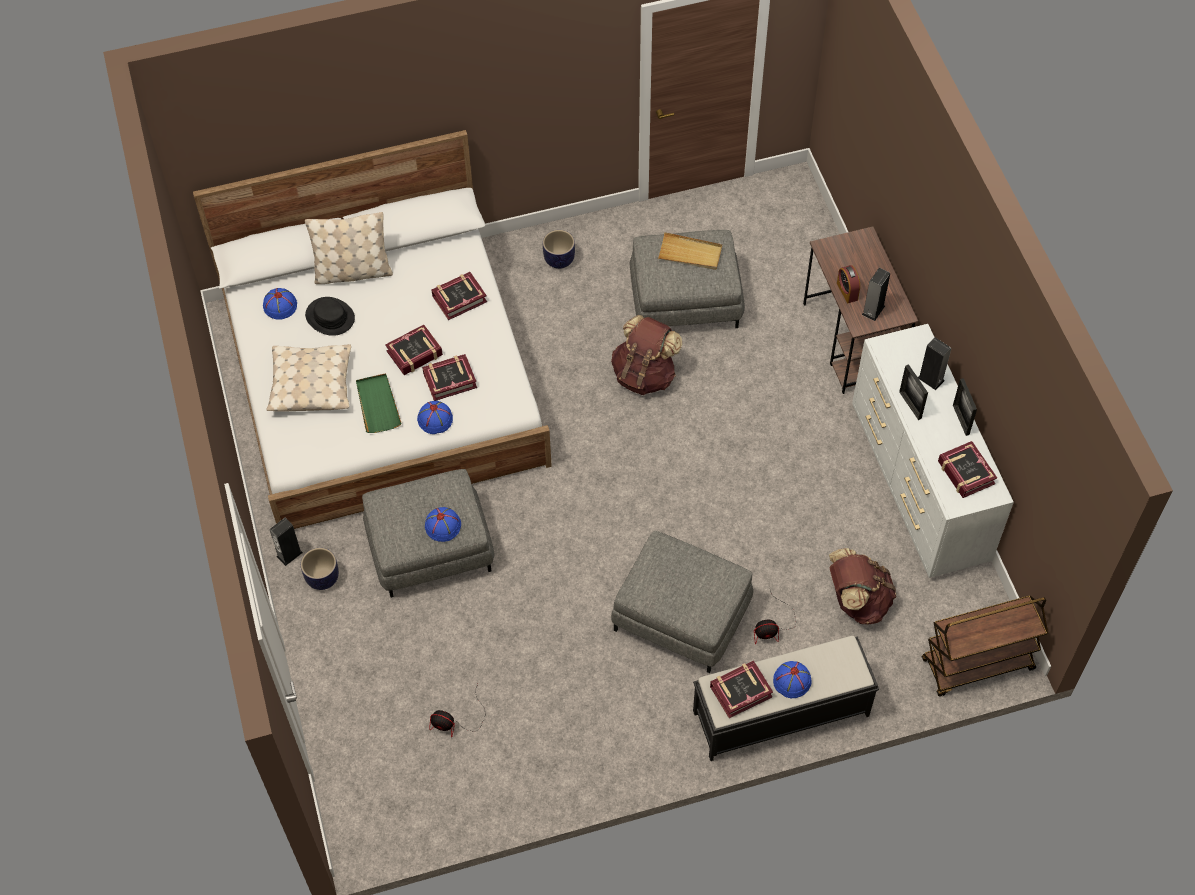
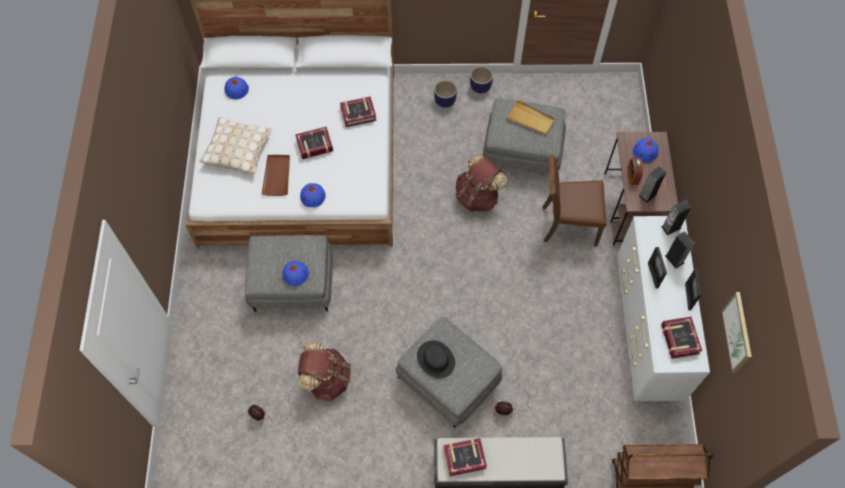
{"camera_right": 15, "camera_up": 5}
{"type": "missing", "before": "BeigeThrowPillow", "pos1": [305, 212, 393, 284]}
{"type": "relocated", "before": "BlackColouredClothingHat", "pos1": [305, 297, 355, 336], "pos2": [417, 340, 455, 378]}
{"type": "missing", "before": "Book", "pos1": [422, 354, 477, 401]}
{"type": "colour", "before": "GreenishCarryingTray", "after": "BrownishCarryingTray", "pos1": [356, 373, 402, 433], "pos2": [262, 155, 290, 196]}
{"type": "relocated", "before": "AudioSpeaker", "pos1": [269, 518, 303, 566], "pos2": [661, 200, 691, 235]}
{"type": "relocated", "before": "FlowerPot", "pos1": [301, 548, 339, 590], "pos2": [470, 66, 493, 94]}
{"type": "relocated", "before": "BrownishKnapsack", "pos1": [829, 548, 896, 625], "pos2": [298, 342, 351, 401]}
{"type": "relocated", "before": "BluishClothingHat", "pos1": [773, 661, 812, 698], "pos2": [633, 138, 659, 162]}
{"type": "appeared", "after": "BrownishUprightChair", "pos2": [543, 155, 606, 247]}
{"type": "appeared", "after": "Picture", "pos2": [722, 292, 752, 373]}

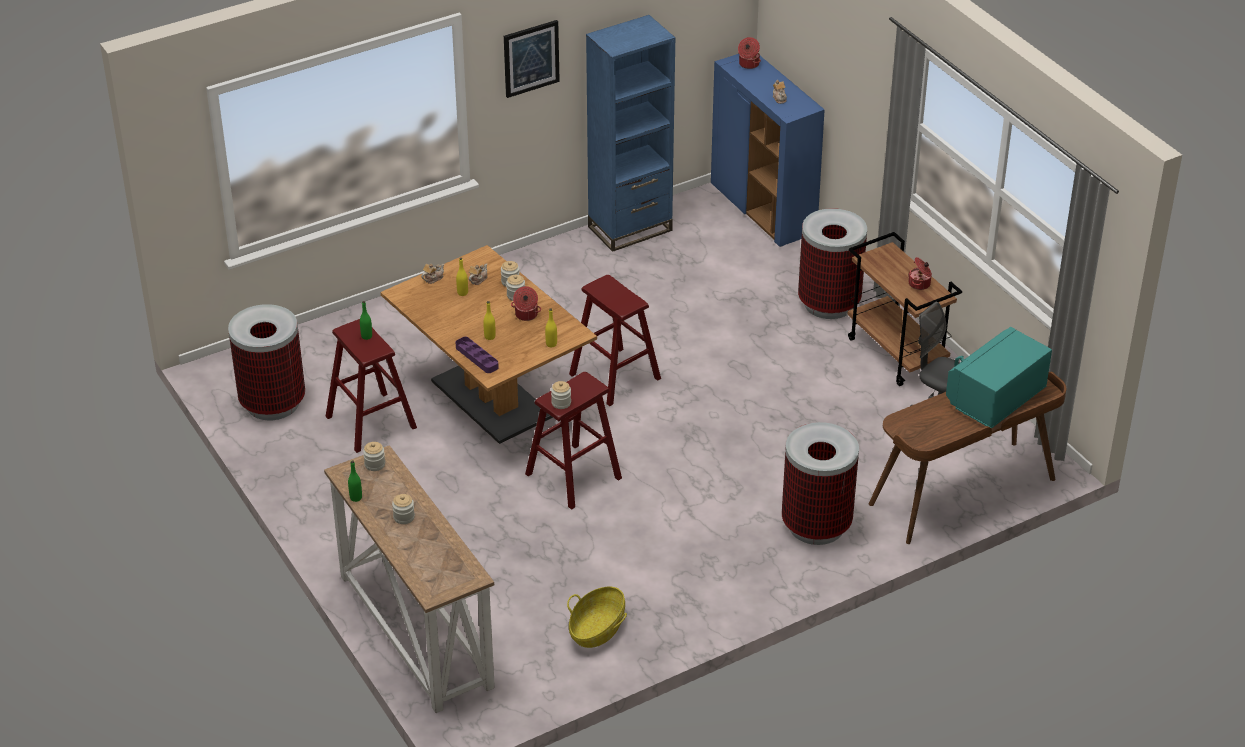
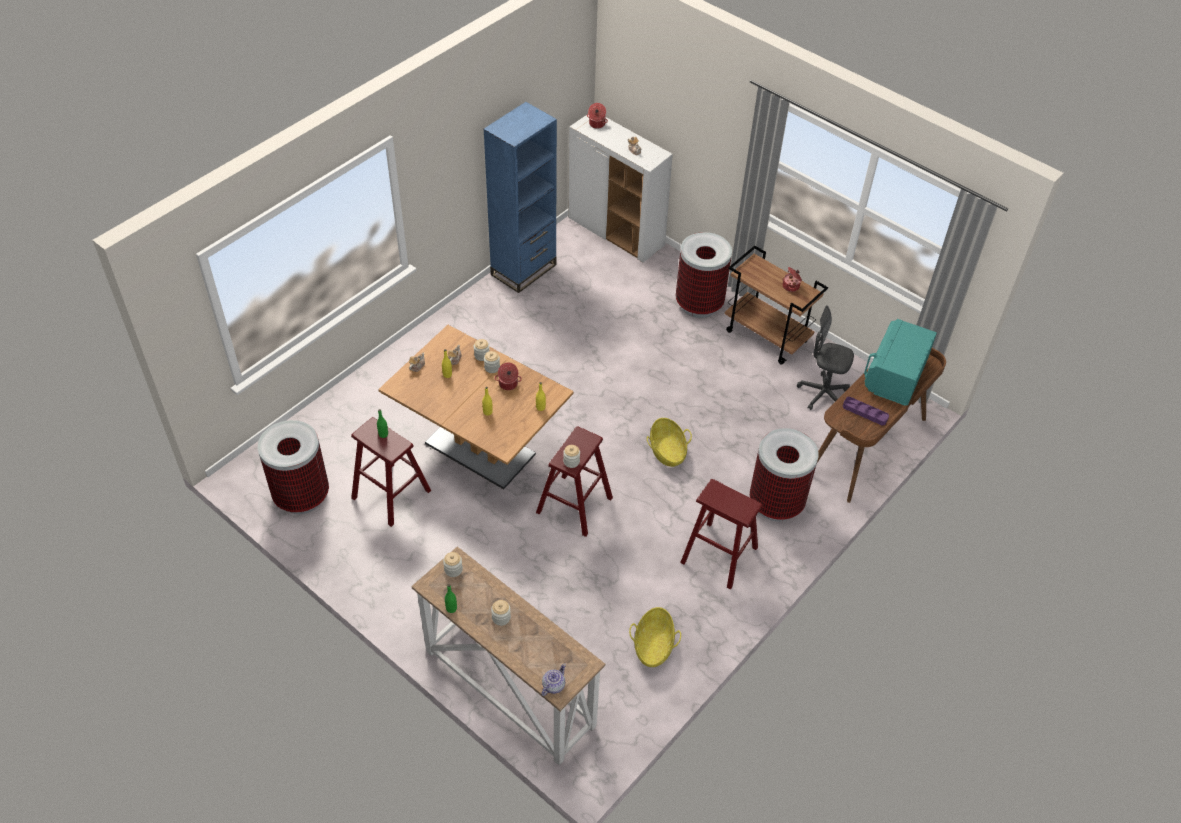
{"camera_right": -20, "camera_up": 10}
{"type": "missing", "before": "Picture", "pos1": [504, 20, 560, 98]}
{"type": "colour", "before": "BluishStorageCabinet", "after": "WhiteColouredStorageCabinet", "pos1": [711, 54, 825, 247], "pos2": [568, 115, 673, 263]}
{"type": "relocated", "before": "RedColouredStool", "pos1": [569, 275, 661, 406], "pos2": [680, 479, 763, 589]}
{"type": "relocated", "before": "PurpleCarryingTray", "pos1": [456, 337, 499, 373], "pos2": [843, 397, 889, 426]}
{"type": "appeared", "after": "Basket", "pos2": [647, 418, 692, 467]}
{"type": "appeared", "after": "TeaPot", "pos2": [541, 663, 566, 696]}

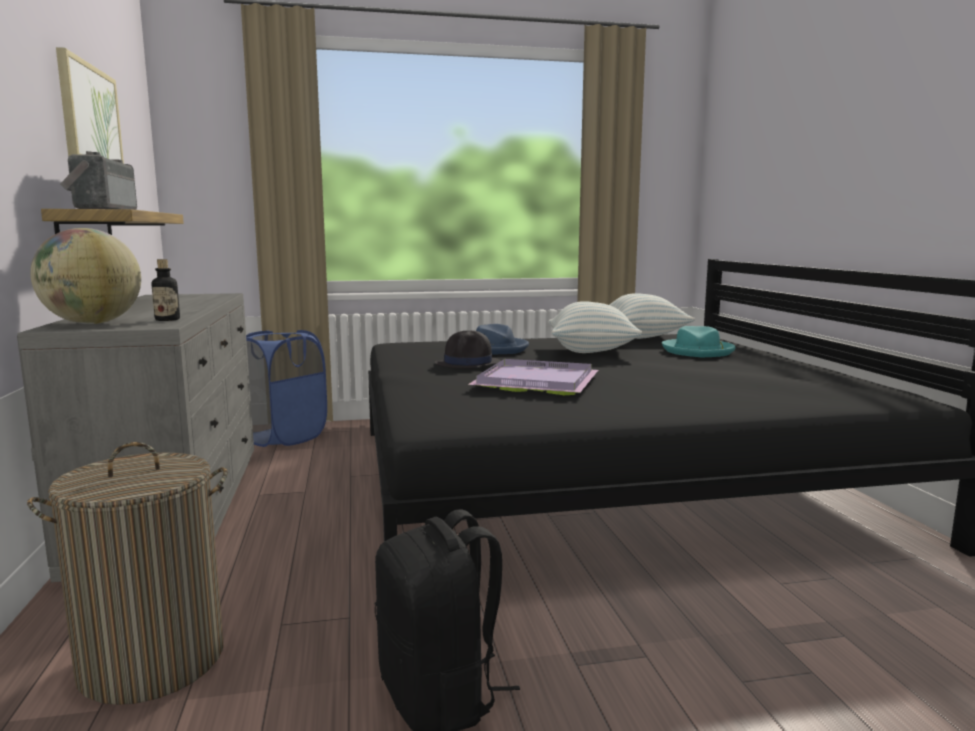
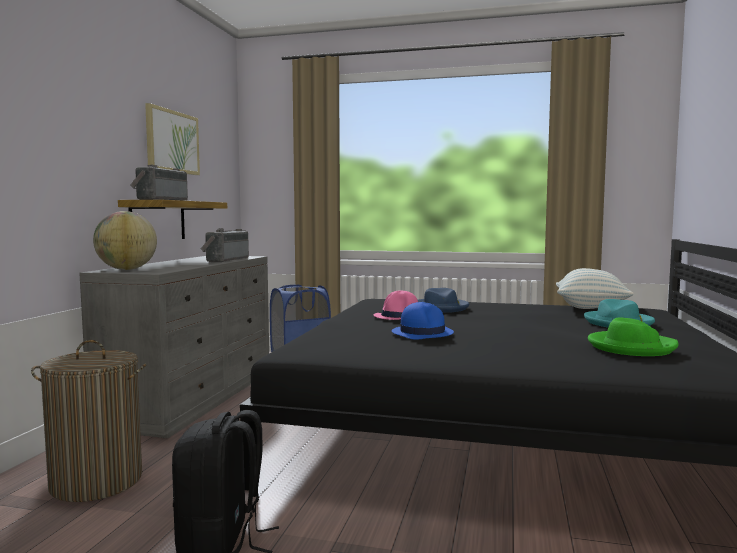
{"camera_right": 25, "camera_up": -5}
{"type": "missing", "before": "Bottle", "pos1": [152, 259, 180, 321]}
{"type": "missing", "before": "ThrowPillow", "pos1": [549, 301, 642, 353]}
{"type": "colour", "before": "BlackColouredClothingHat", "after": "PinkColouredClothingHat", "pos1": [435, 331, 501, 368], "pos2": [374, 291, 418, 320]}
{"type": "exchanged", "before": "PurpleCarryingTray", "after": "BluishClothingHat", "pos1": [468, 359, 598, 395], "pos2": [392, 302, 454, 340]}
{"type": "appeared", "after": "Radio", "pos2": [201, 228, 249, 262]}
{"type": "appeared", "after": "GreenishClothingHat", "pos2": [588, 317, 678, 356]}

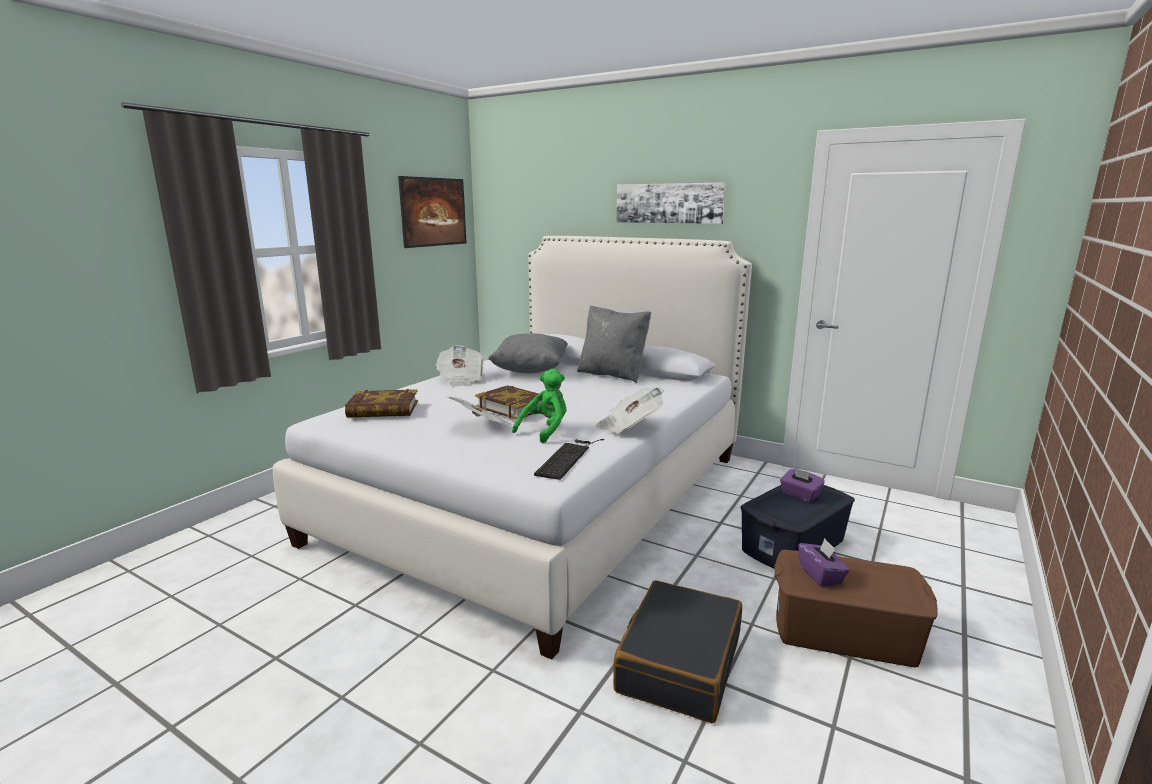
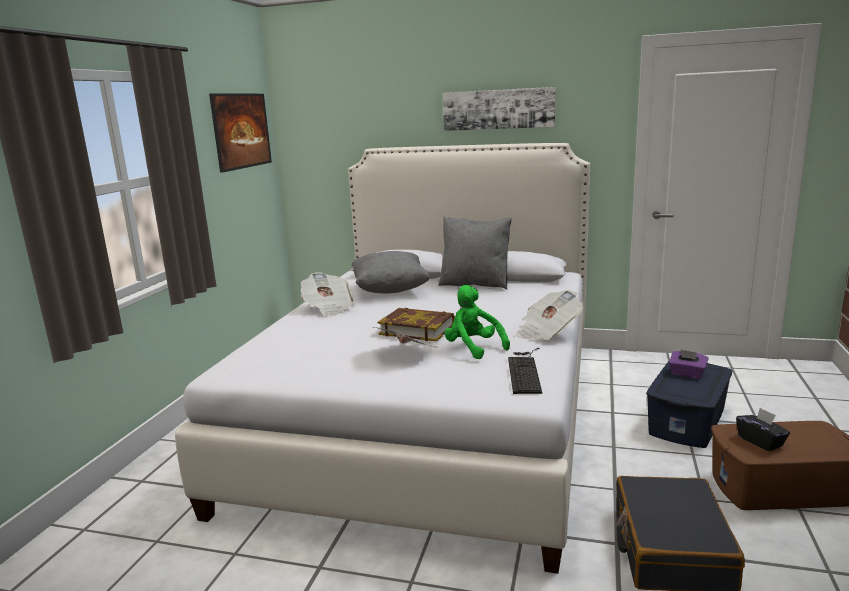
{"camera_right": -15, "camera_up": 0}
{"type": "spun", "before": "GreenishPlushToy", "pos1": [512, 369, 566, 443], "pos2": [444, 285, 510, 359], "turn": -60}
{"type": "missing", "before": "Book", "pos1": [345, 389, 418, 418]}
{"type": "colour", "before": "PurpleTissueBox", "after": "BlackColouredTissueBox", "pos1": [798, 539, 849, 587], "pos2": [736, 408, 790, 452]}

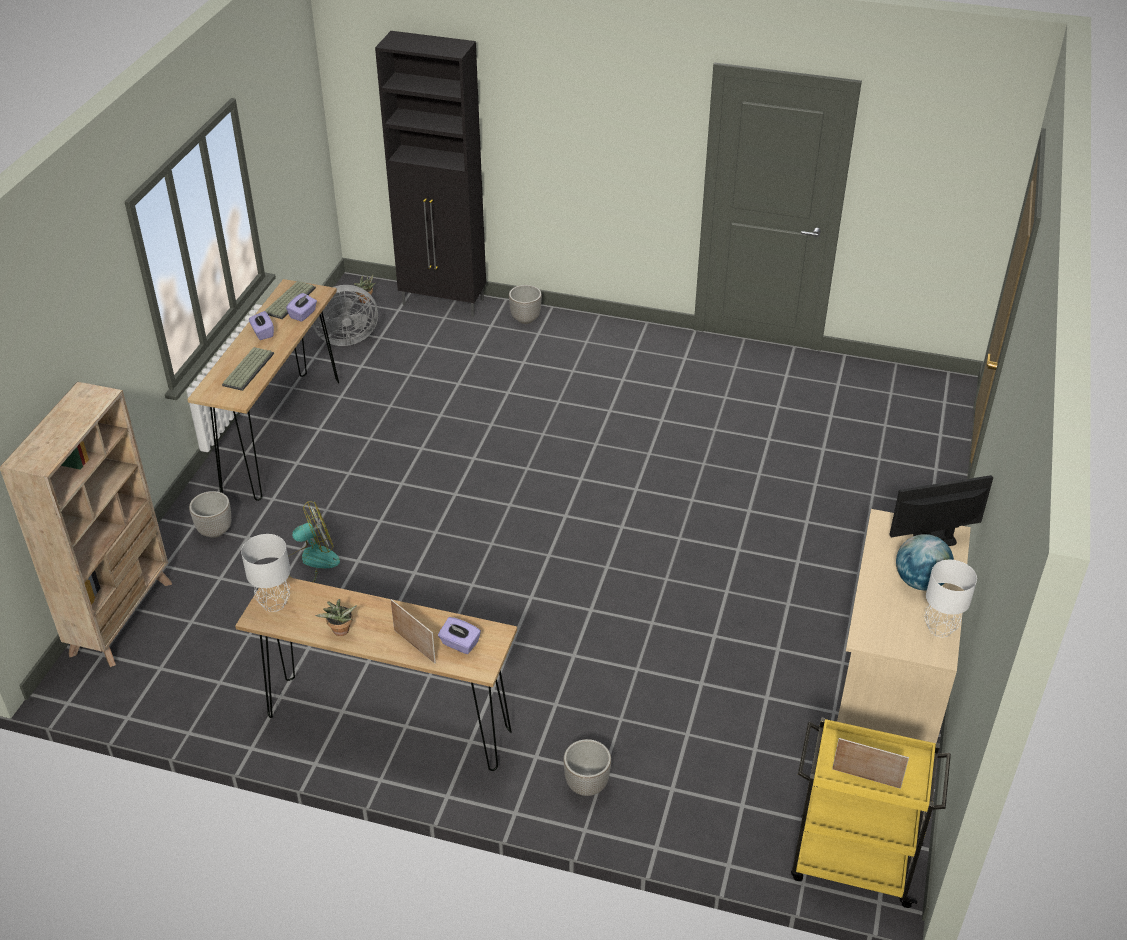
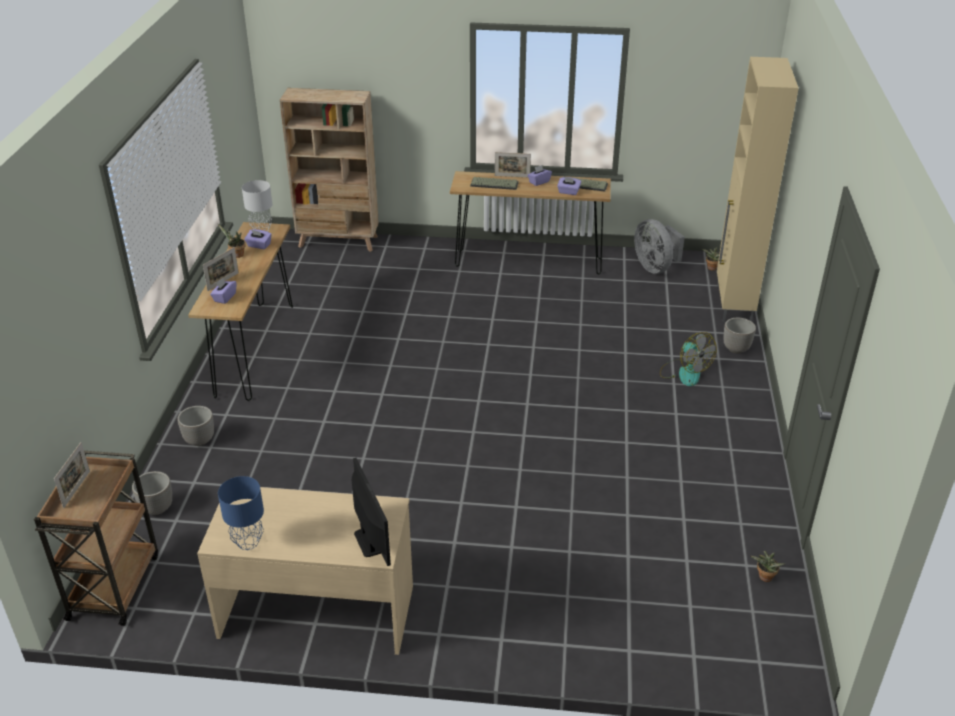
{"camera_right": 80, "camera_up": -5}
{"type": "colour", "before": "BlackColouredStorageCabinet", "after": "BeigeStorageCabinet", "pos1": [375, 31, 486, 317], "pos2": [717, 57, 799, 322]}
{"type": "relocated", "before": "FlowerPot", "pos1": [189, 491, 231, 538], "pos2": [132, 471, 172, 515]}
{"type": "relocated", "before": "CoolingFan", "pos1": [289, 501, 340, 582], "pos2": [660, 332, 717, 386]}
{"type": "missing", "before": "DeskGlobe", "pos1": [896, 534, 954, 591]}
{"type": "colour", "before": "WhiteColouredTabletopLamp", "after": "BluishTabletopLamp", "pos1": [924, 560, 977, 638], "pos2": [218, 476, 264, 550]}
{"type": "colour", "before": "YellowishWheeledCart", "after": "BrownishWheeledCart", "pos1": [791, 717, 951, 908], "pos2": [34, 451, 158, 626]}
{"type": "appeared", "after": "StandingFrame", "pos2": [495, 152, 531, 177]}
{"type": "appeared", "after": "PurpleTissueBox", "pos2": [244, 229, 272, 249]}
{"type": "appeared", "after": "PottedPlant", "pos2": [750, 551, 785, 582]}

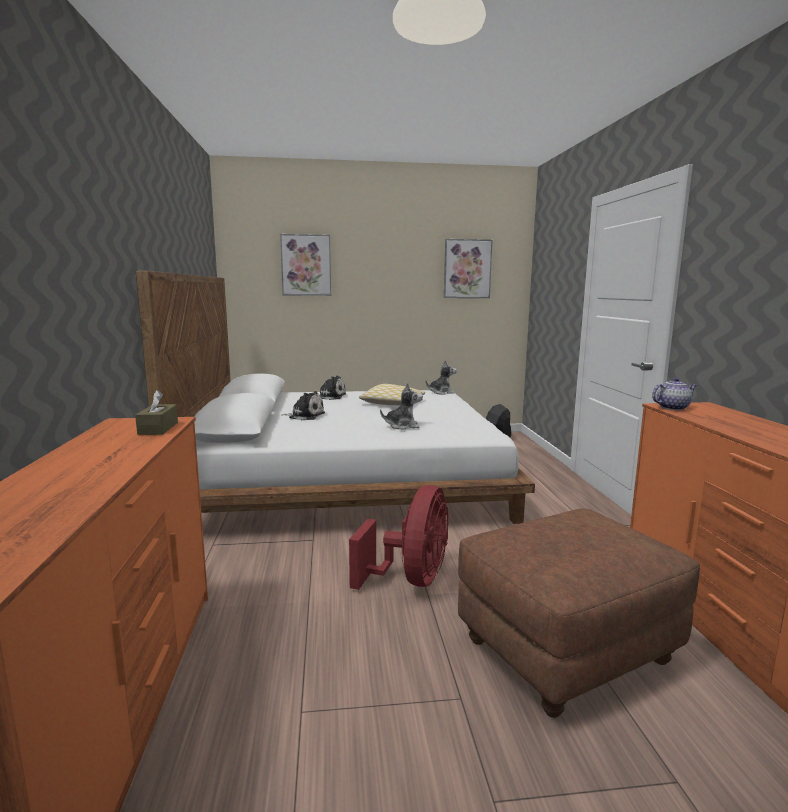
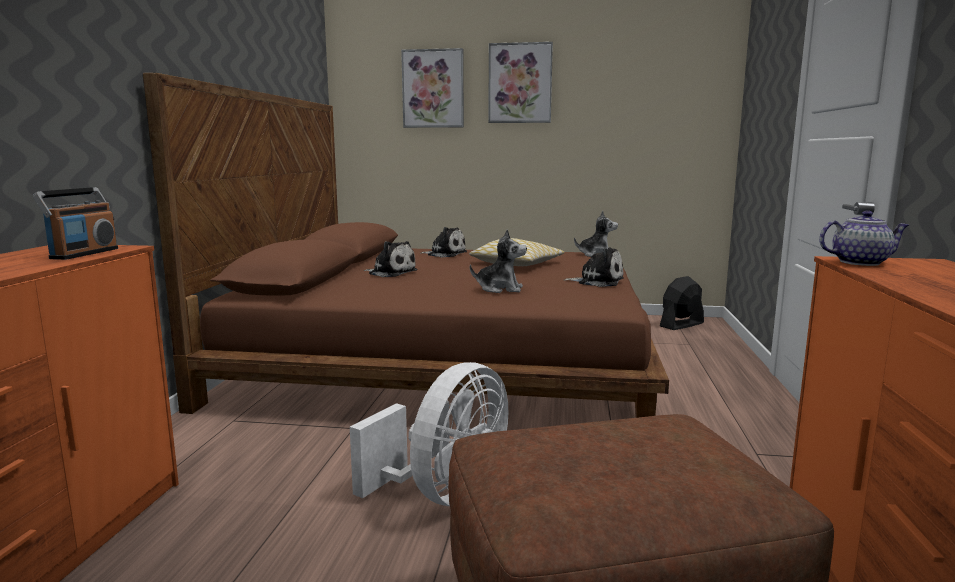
{"camera_right": 15, "camera_up": 0}
{"type": "relocated", "before": "Picture", "pos1": [444, 239, 493, 298], "pos2": [488, 42, 553, 123]}
{"type": "colour", "before": "WhiteColouredSleepingBed", "after": "BrownishSleepingBed", "pos1": [136, 271, 535, 524], "pos2": [143, 73, 669, 418]}
{"type": "exchanged", "before": "BrownishTissueBox", "after": "Radio", "pos1": [135, 390, 178, 435], "pos2": [33, 187, 118, 260]}
{"type": "colour", "before": "RedColouredCoolingFan", "after": "WhiteColouredCoolingFan", "pos1": [349, 485, 449, 590], "pos2": [350, 362, 508, 506]}
{"type": "appeared", "after": "PlushToy", "pos2": [564, 247, 624, 287]}

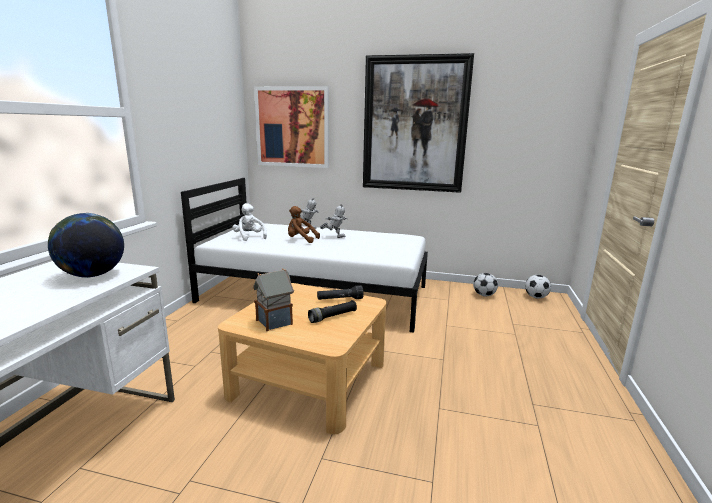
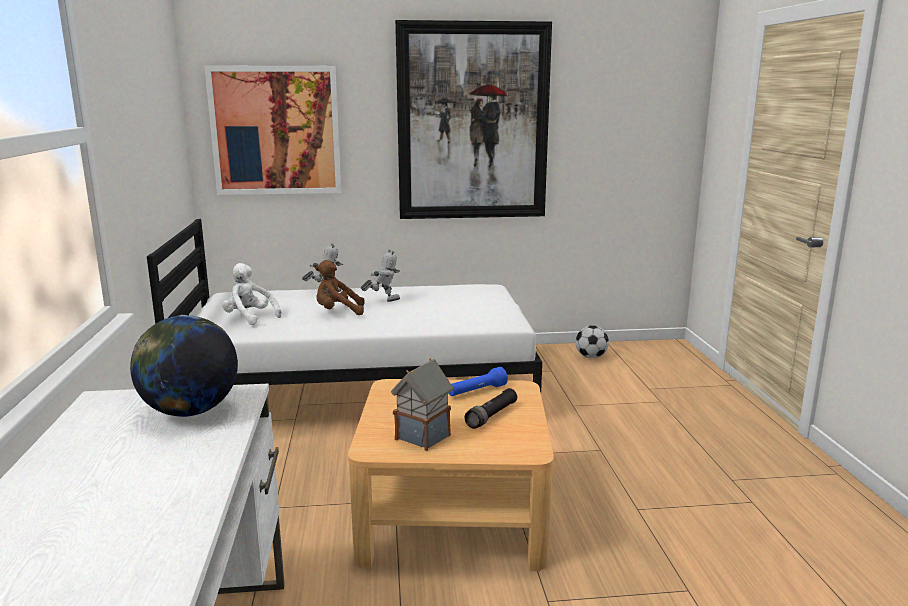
{"camera_right": -20, "camera_up": 0}
{"type": "missing", "before": "FootballBall", "pos1": [525, 275, 551, 298]}
{"type": "colour", "before": "BlackColouredFlashlight", "after": "BluishFlashlight", "pos1": [317, 285, 364, 300], "pos2": [448, 367, 508, 396]}

